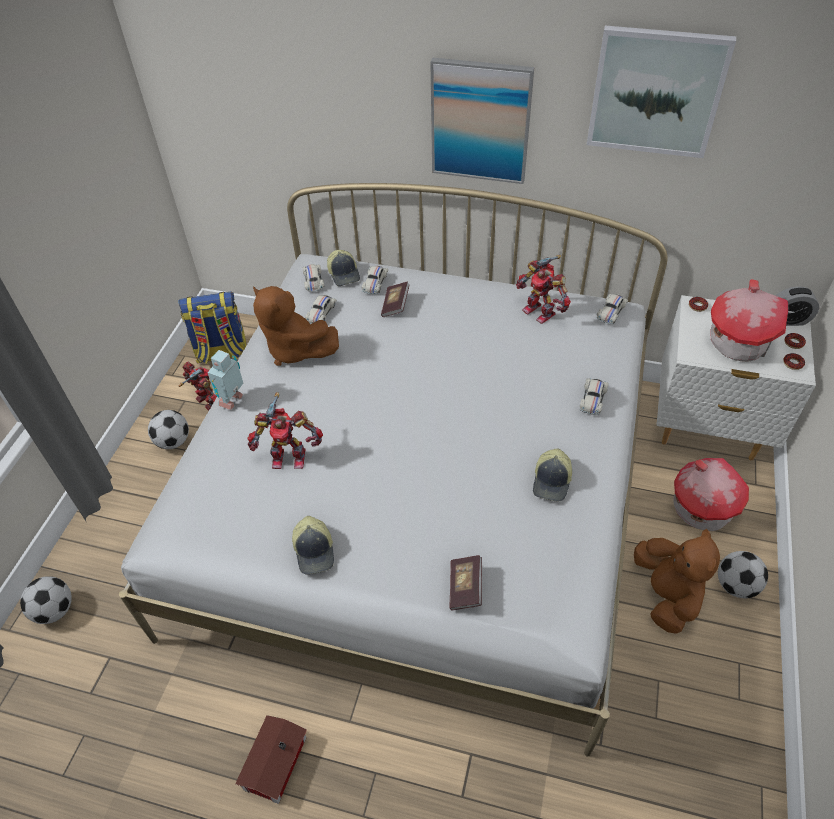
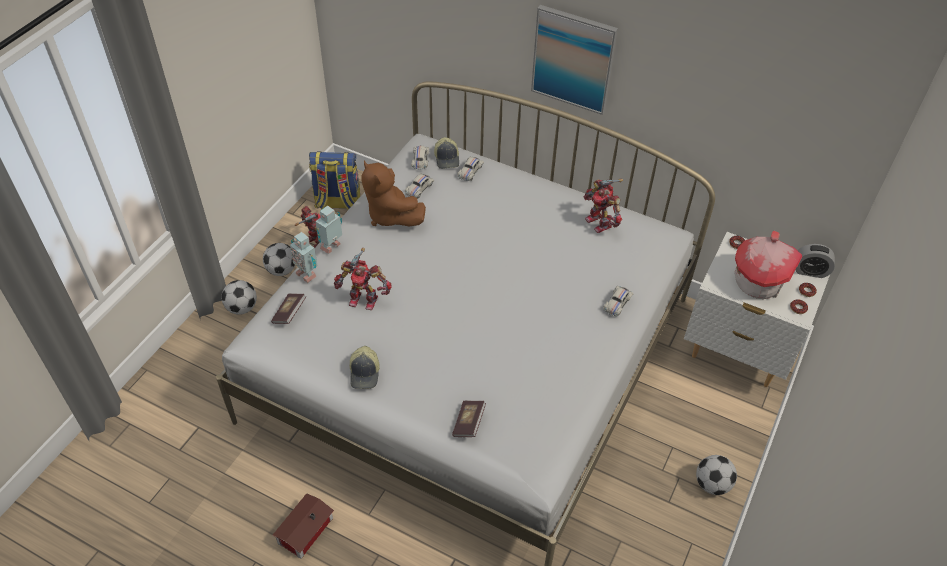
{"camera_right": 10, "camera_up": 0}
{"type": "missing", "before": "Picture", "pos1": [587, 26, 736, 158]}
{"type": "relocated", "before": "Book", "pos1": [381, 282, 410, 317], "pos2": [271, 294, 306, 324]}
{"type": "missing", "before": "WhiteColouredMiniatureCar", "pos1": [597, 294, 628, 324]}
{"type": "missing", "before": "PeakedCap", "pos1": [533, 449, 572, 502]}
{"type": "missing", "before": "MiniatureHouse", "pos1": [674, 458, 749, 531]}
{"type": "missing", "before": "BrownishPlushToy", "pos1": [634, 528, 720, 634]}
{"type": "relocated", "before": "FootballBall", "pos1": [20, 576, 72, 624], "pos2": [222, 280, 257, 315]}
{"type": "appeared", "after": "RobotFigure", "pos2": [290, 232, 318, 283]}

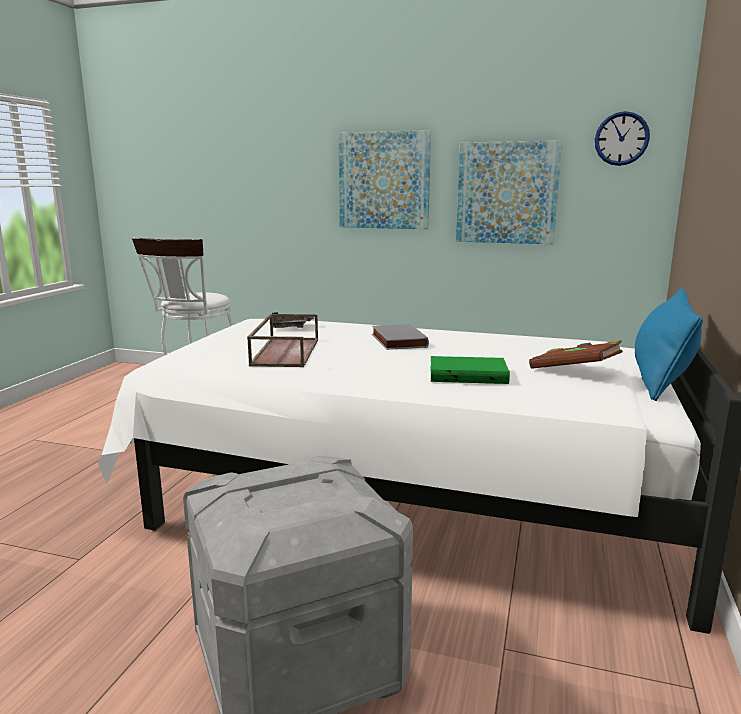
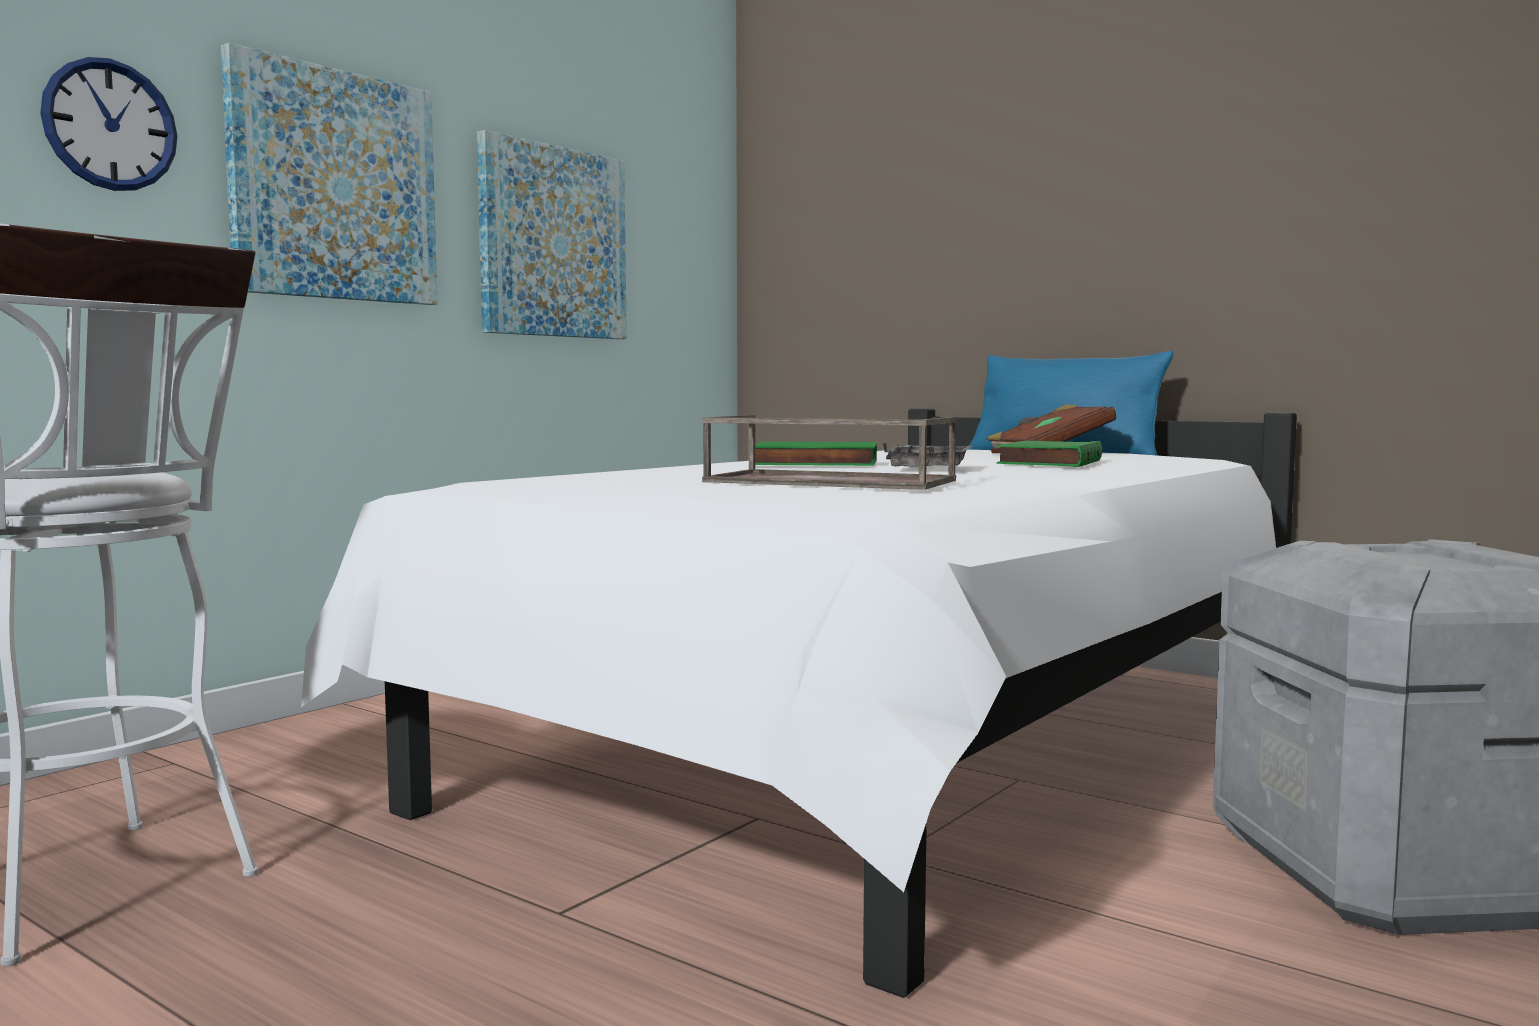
{"camera_right": -70, "camera_up": -10}
{"type": "relocated", "before": "ClockOnTheWall", "pos1": [595, 111, 650, 166], "pos2": [40, 57, 177, 191]}
{"type": "relocated", "before": "GreyishCarryingTray", "pos1": [269, 312, 315, 328], "pos2": [883, 442, 972, 468]}
{"type": "colour", "before": "GreyishBook", "after": "GreenishBook", "pos1": [372, 323, 429, 350], "pos2": [755, 442, 877, 466]}

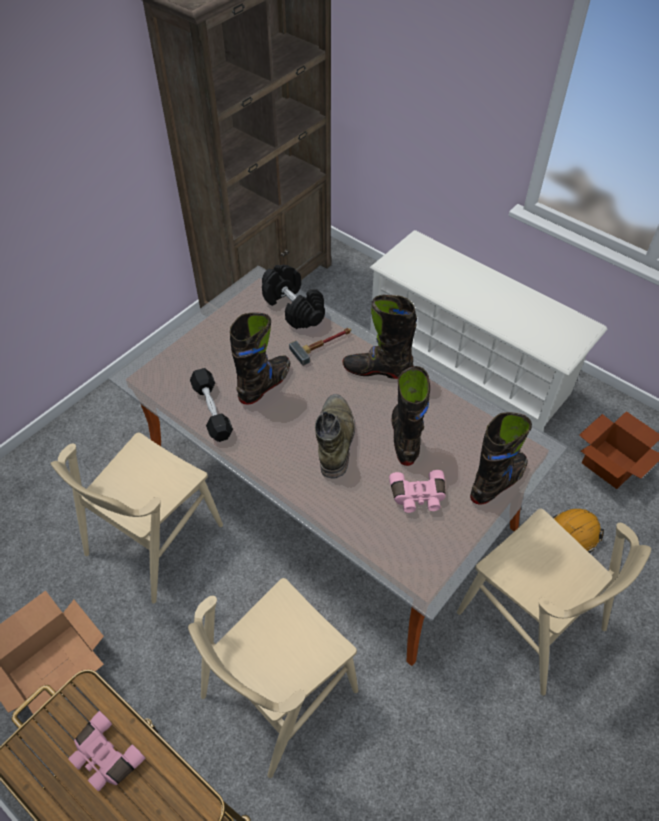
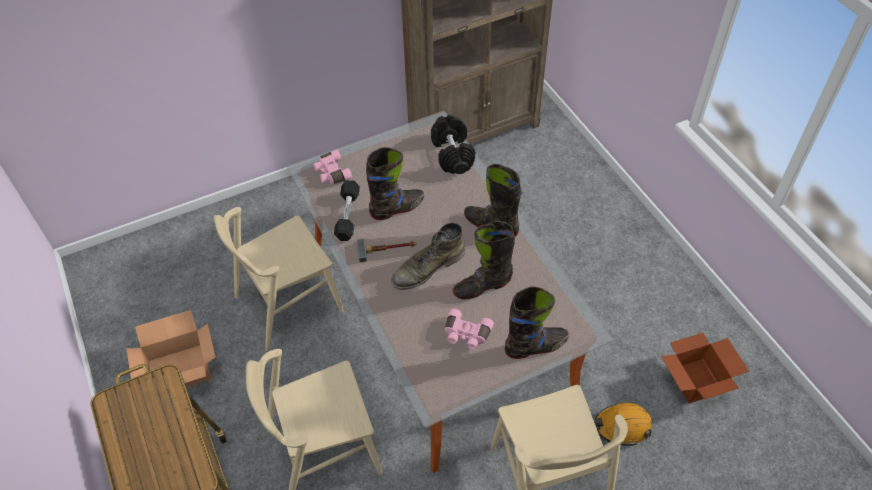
{"camera_right": 25, "camera_up": 0}
{"type": "missing", "before": "WhiteColouredShoeShelf", "pos1": [370, 230, 607, 431]}
{"type": "relocated", "before": "ToolHammer", "pos1": [289, 328, 351, 366], "pos2": [357, 238, 416, 262]}
{"type": "spun", "before": "BlackColouredTallBoot", "pos1": [392, 366, 430, 466], "pos2": [453, 221, 515, 299], "turn": -135}
{"type": "spun", "before": "GreenishTallBoot", "pos1": [315, 394, 355, 479], "pos2": [391, 223, 465, 290], "turn": -150}
{"type": "relocated", "before": "PinkColouredFieldGlasses", "pos1": [68, 711, 145, 792], "pos2": [313, 150, 352, 184]}

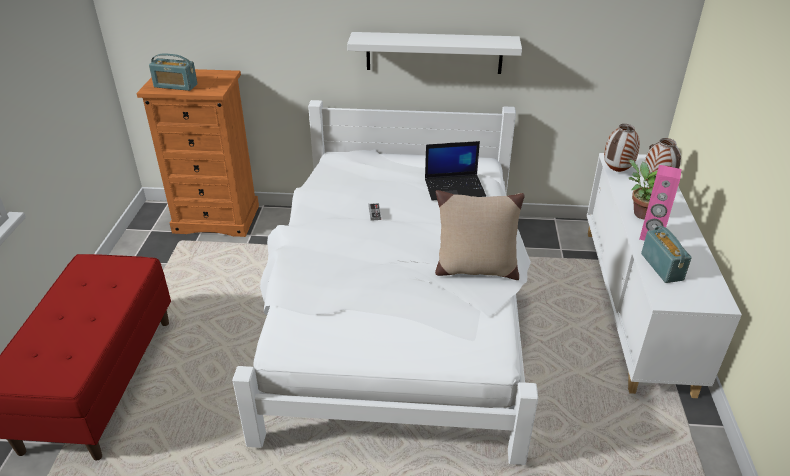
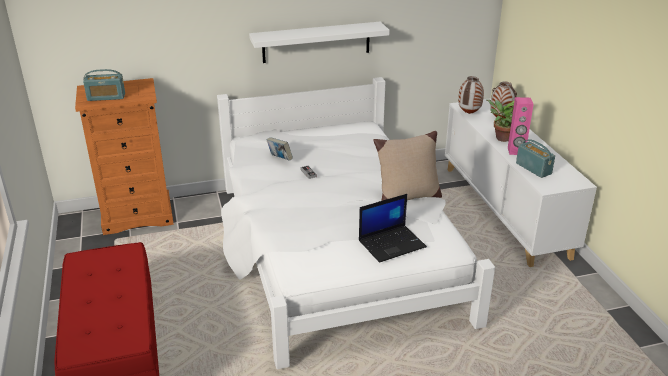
{"camera_right": -20, "camera_up": -5}
{"type": "relocated", "before": "NotebookComputer", "pos1": [425, 141, 486, 201], "pos2": [359, 194, 427, 263]}
{"type": "appeared", "after": "Book", "pos2": [267, 137, 293, 161]}

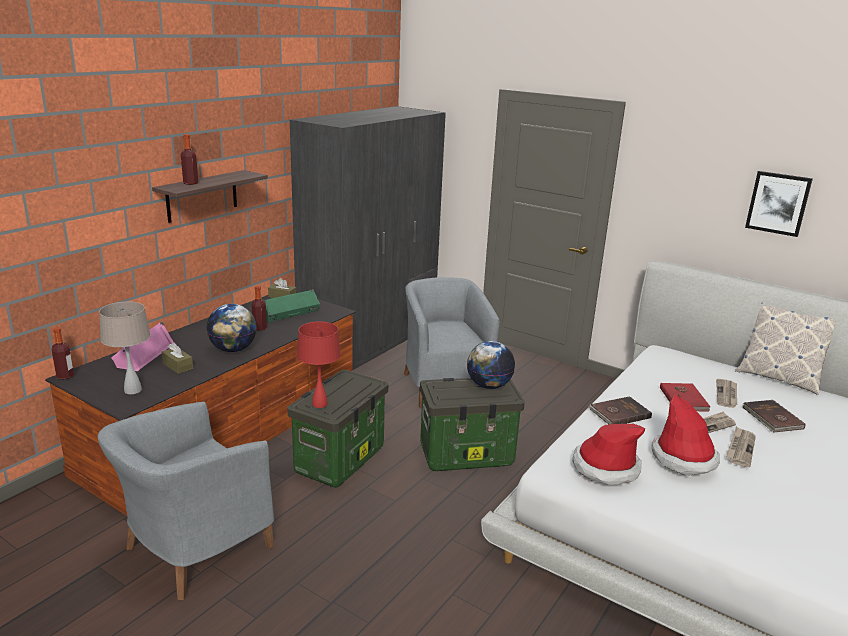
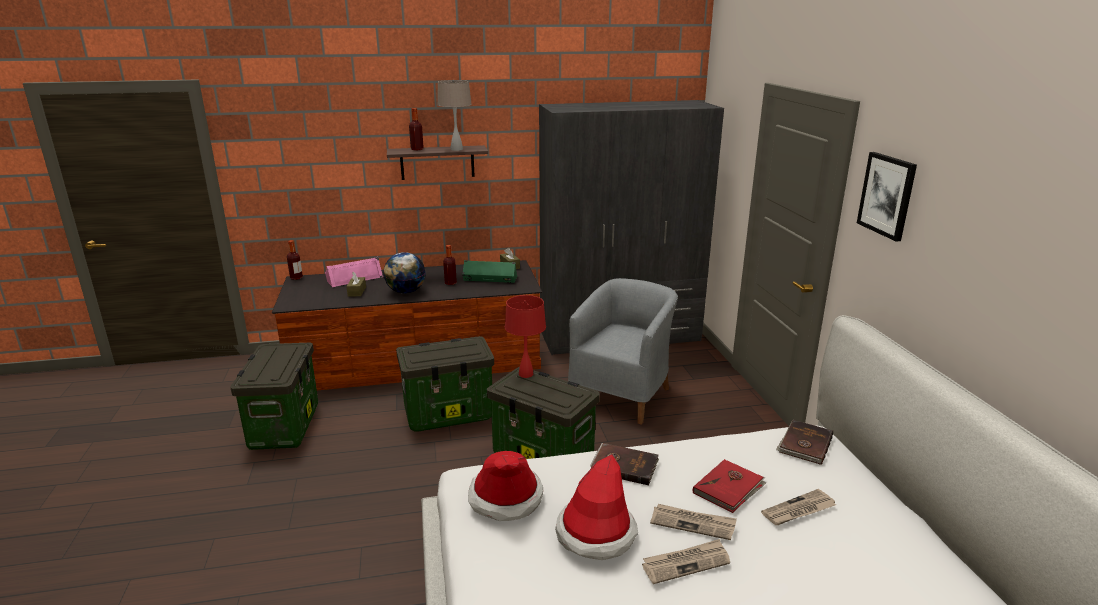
{"camera_right": 45, "camera_up": 0}
{"type": "relocated", "before": "Picture", "pos1": [745, 171, 813, 237], "pos2": [857, 152, 917, 242]}
{"type": "relocated", "before": "BeigeTabletopLamp", "pos1": [99, 301, 151, 394], "pos2": [437, 80, 472, 151]}
{"type": "missing", "before": "ThrowPillow", "pos1": [735, 303, 837, 395]}
{"type": "relocated", "before": "RedColouredTabletopLamp", "pos1": [297, 322, 341, 408], "pos2": [505, 295, 546, 378]}
{"type": "missing", "before": "DeskGlobe", "pos1": [467, 341, 515, 389]}
{"type": "relocated", "before": "BrownishBook", "pos1": [743, 400, 806, 432], "pos2": [776, 420, 833, 465]}
{"type": "exchanged", "before": "GreyishArmchair", "after": "StorageContainer", "pos1": [98, 402, 274, 600], "pos2": [230, 343, 318, 450]}

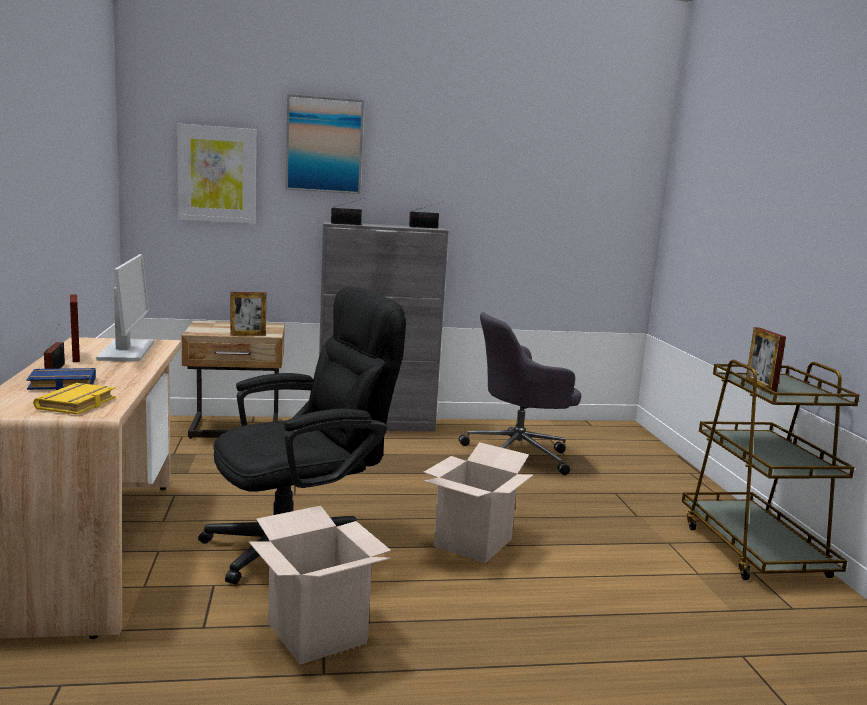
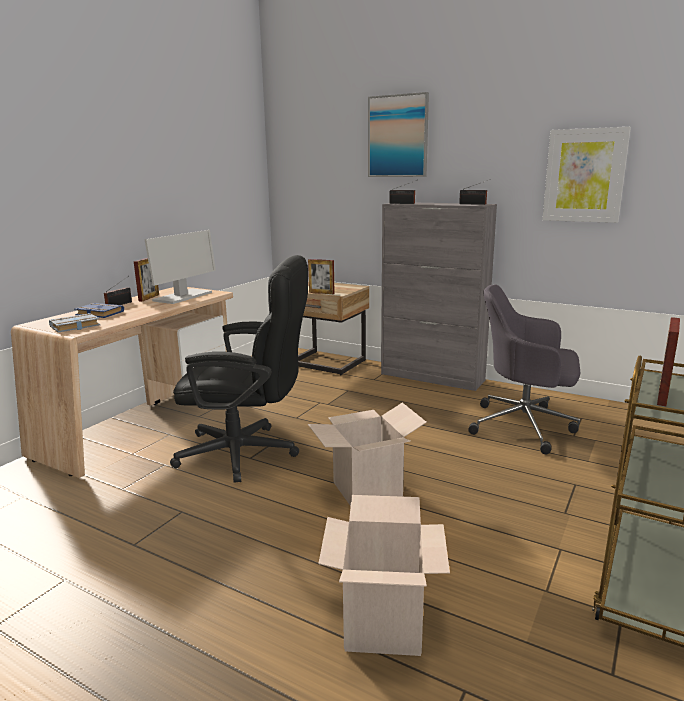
{"camera_right": 40, "camera_up": 5}
{"type": "relocated", "before": "Picture", "pos1": [177, 124, 256, 224], "pos2": [542, 127, 631, 223]}
{"type": "colour", "before": "YellowishBook", "after": "GreyishBook", "pos1": [33, 383, 116, 414], "pos2": [49, 313, 100, 333]}
{"type": "relocated", "before": "CardboardBox", "pos1": [249, 506, 391, 665], "pos2": [318, 495, 450, 656]}

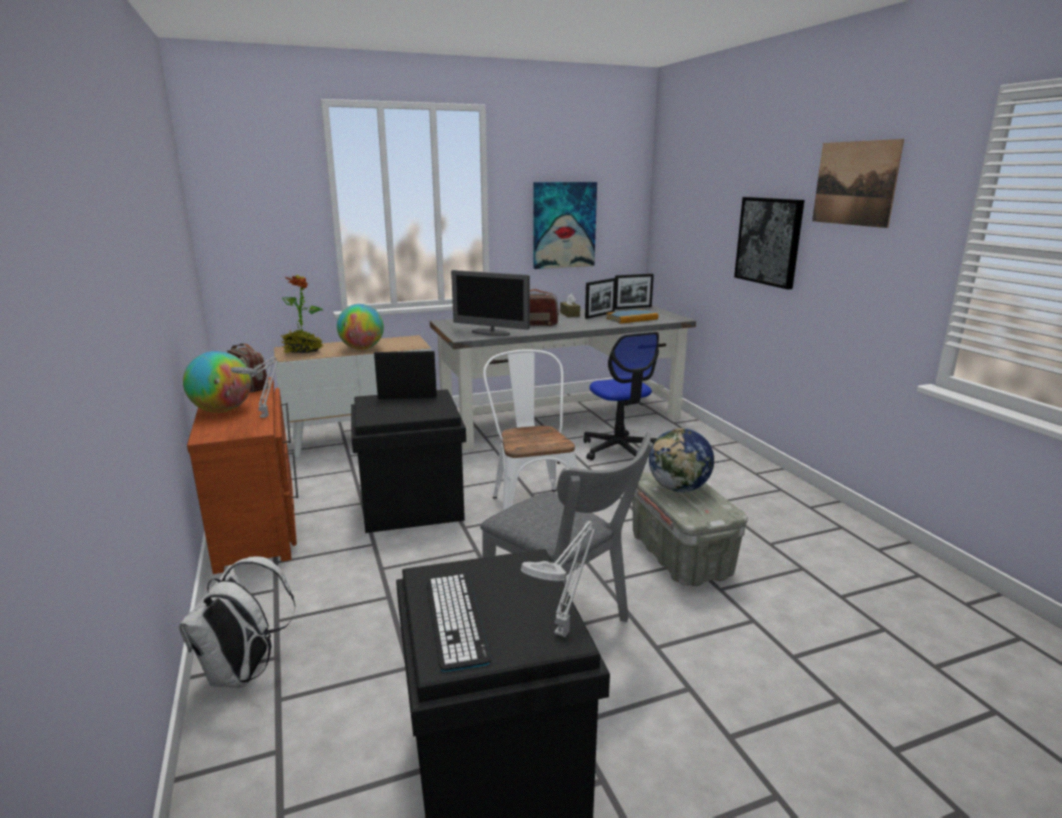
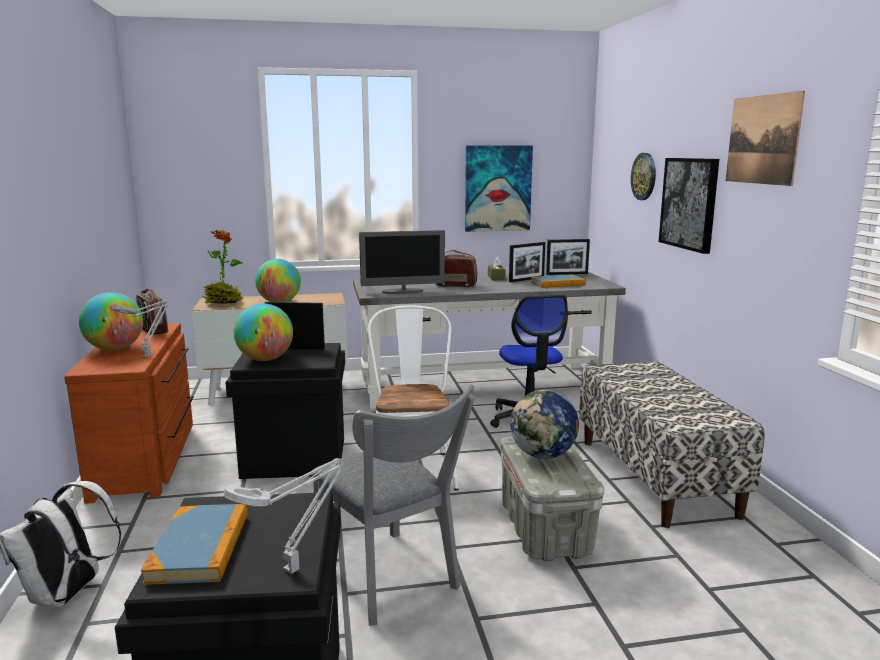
{"camera_right": 10, "camera_up": -5}
{"type": "spun", "before": "Monitor", "pos1": [451, 270, 530, 336], "pos2": [359, 230, 445, 294], "turn": -45}
{"type": "exchanged", "before": "ComputerKeyboard", "after": "Book", "pos1": [427, 574, 491, 672], "pos2": [141, 504, 248, 585]}
{"type": "appeared", "after": "ClockOnTheWall", "pos2": [631, 153, 656, 200]}
{"type": "appeared", "after": "DeskGlobe", "pos2": [234, 304, 293, 361]}
{"type": "appeared", "after": "Bench", "pos2": [579, 361, 765, 528]}

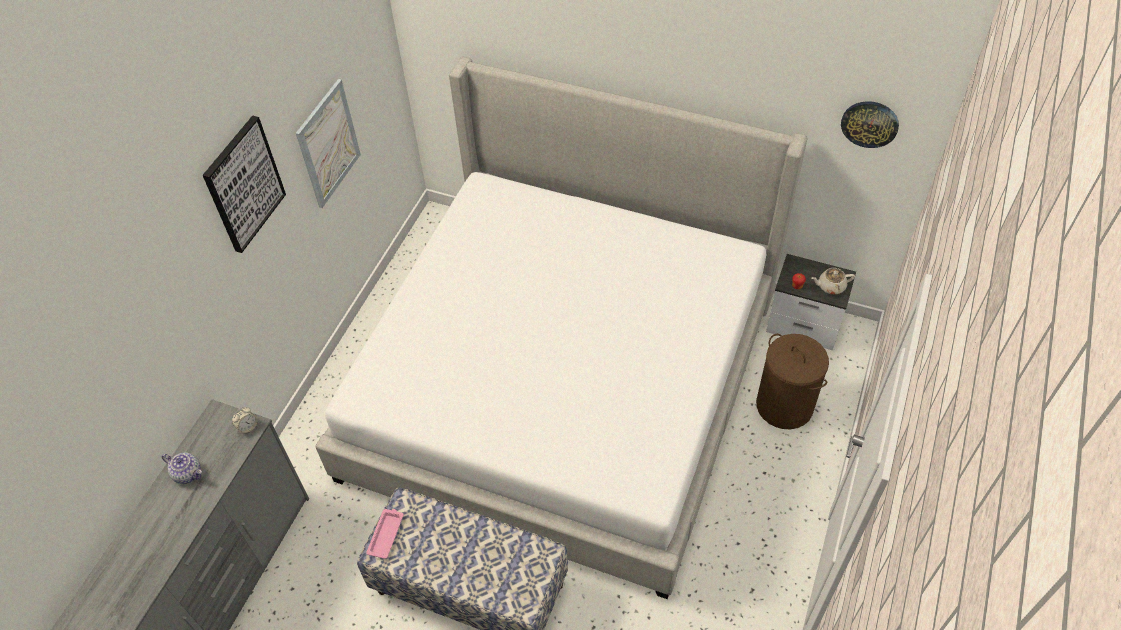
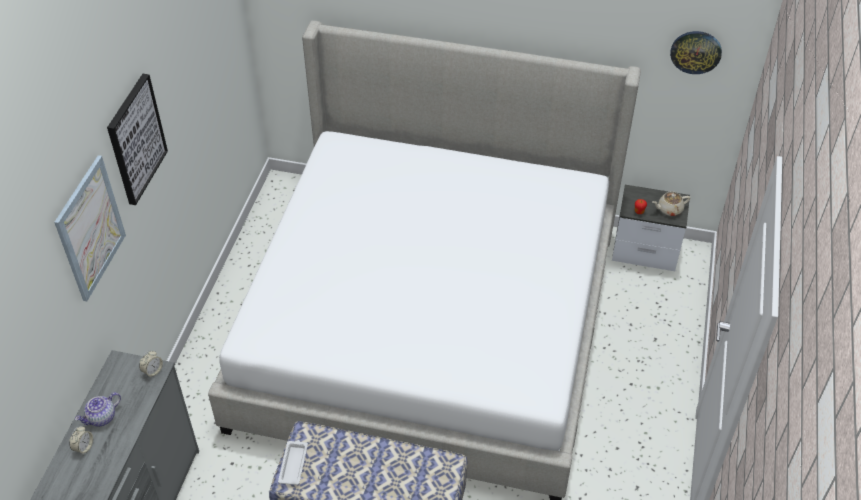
{"camera_right": -10, "camera_up": -5}
{"type": "relocated", "before": "Picture", "pos1": [296, 79, 361, 208], "pos2": [54, 155, 126, 301]}
{"type": "missing", "before": "BrownishWashingBasket", "pos1": [756, 334, 829, 429]}
{"type": "spun", "before": "TeaPot", "pos1": [162, 453, 202, 484], "pos2": [75, 392, 121, 427], "turn": 120}
{"type": "colour", "before": "PinkColouredCarryingTray", "after": "WhiteColouredCarryingTray", "pos1": [366, 509, 404, 559], "pos2": [278, 440, 308, 485]}
{"type": "appeared", "after": "TableClock", "pos2": [69, 426, 93, 455]}

